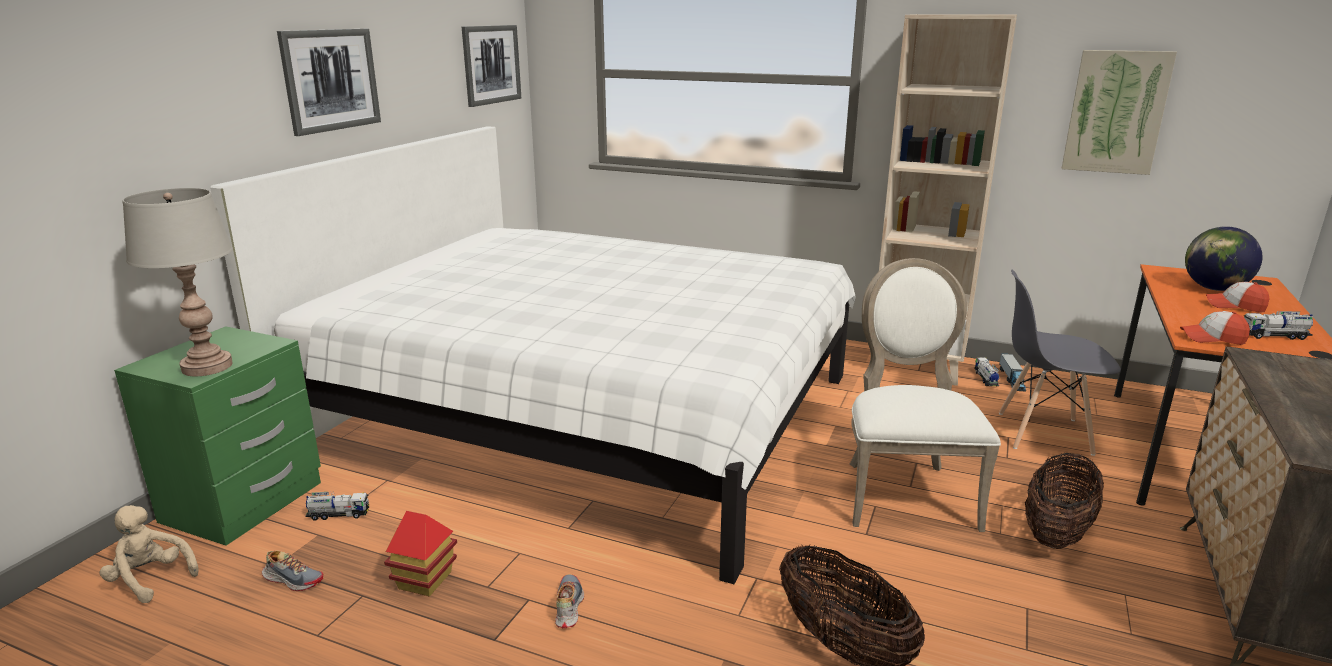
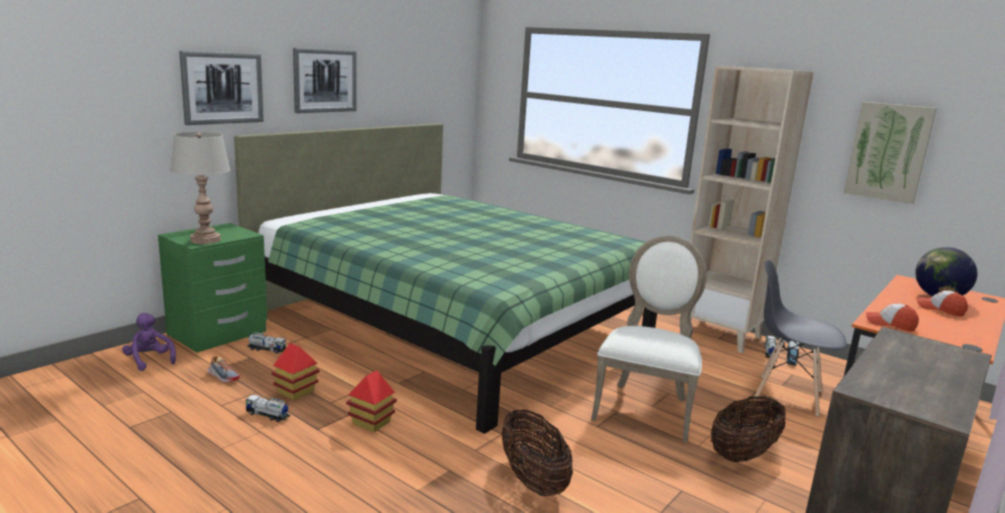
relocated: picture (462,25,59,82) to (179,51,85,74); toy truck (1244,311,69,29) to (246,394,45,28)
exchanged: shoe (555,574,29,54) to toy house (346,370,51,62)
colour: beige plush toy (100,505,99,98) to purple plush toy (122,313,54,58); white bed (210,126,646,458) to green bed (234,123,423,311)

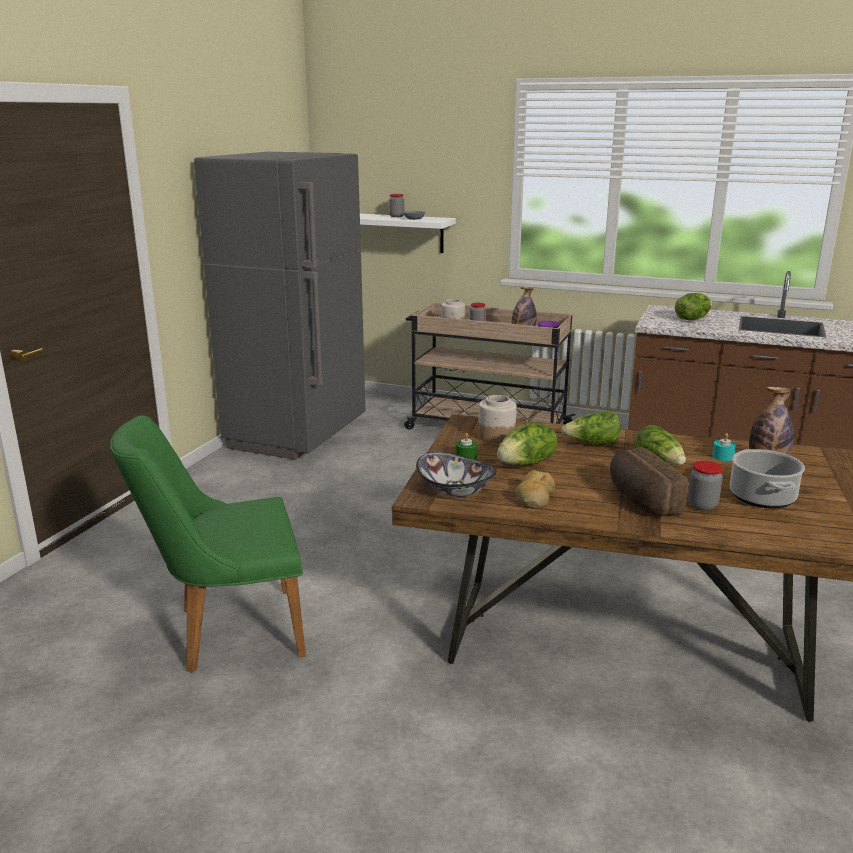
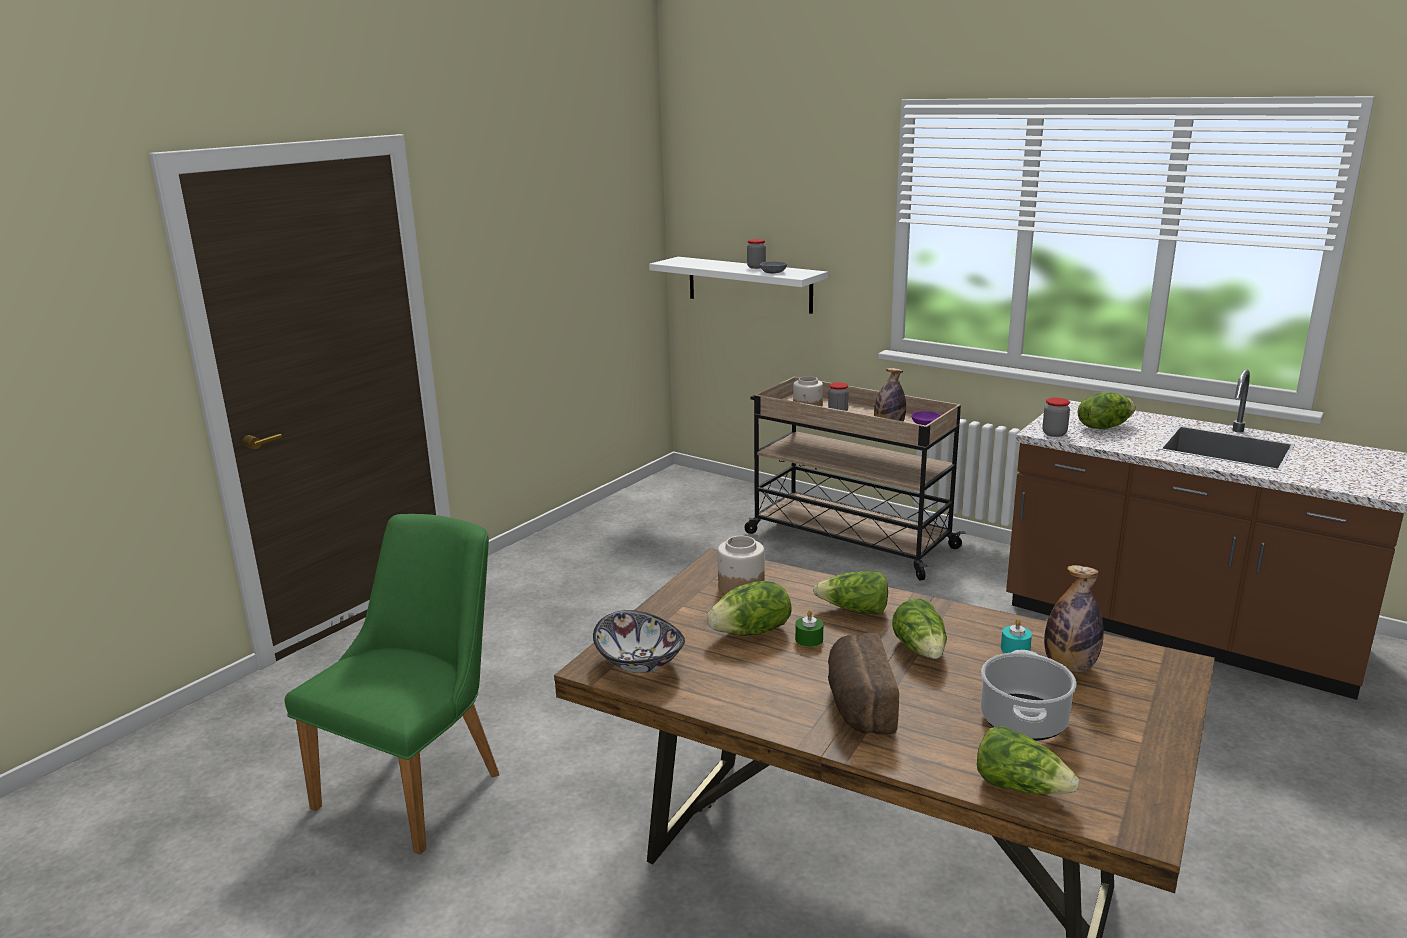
missing: grey fridge (194,152,171,308); bread (516,470,39,39)
appeared: lettuce (977,726,102,68)
relocated: green candle (456,433,21,26) to (795,610,28,37); jar (688,461,35,50) to (1042,398,28,39)
spun: green chair (110,416,196,257) = (285,514,214,341) 120 degrees clockwise

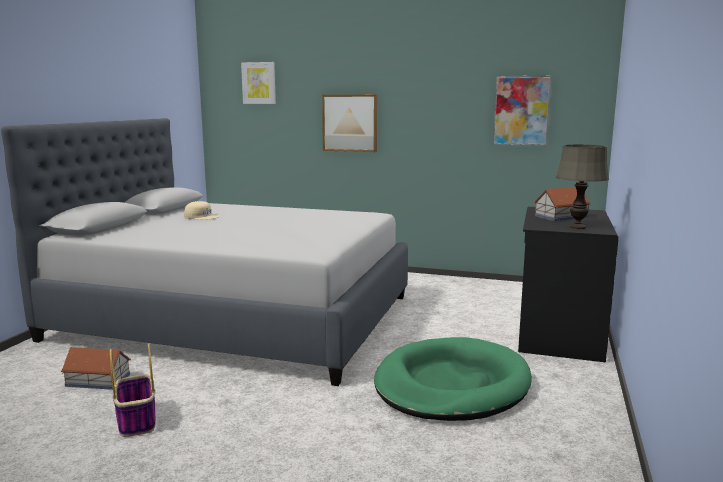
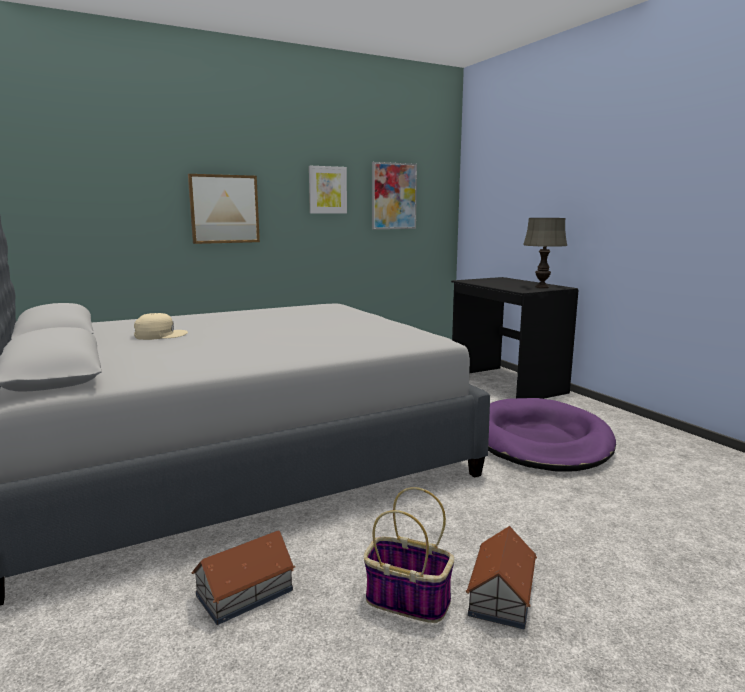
relocated: picture (241,62,35,42) to (309,166,38,48); toy house (534,187,57,34) to (466,526,71,103)
colour: green dog bed (374,337,158,84) to purple dog bed (488,398,128,74)

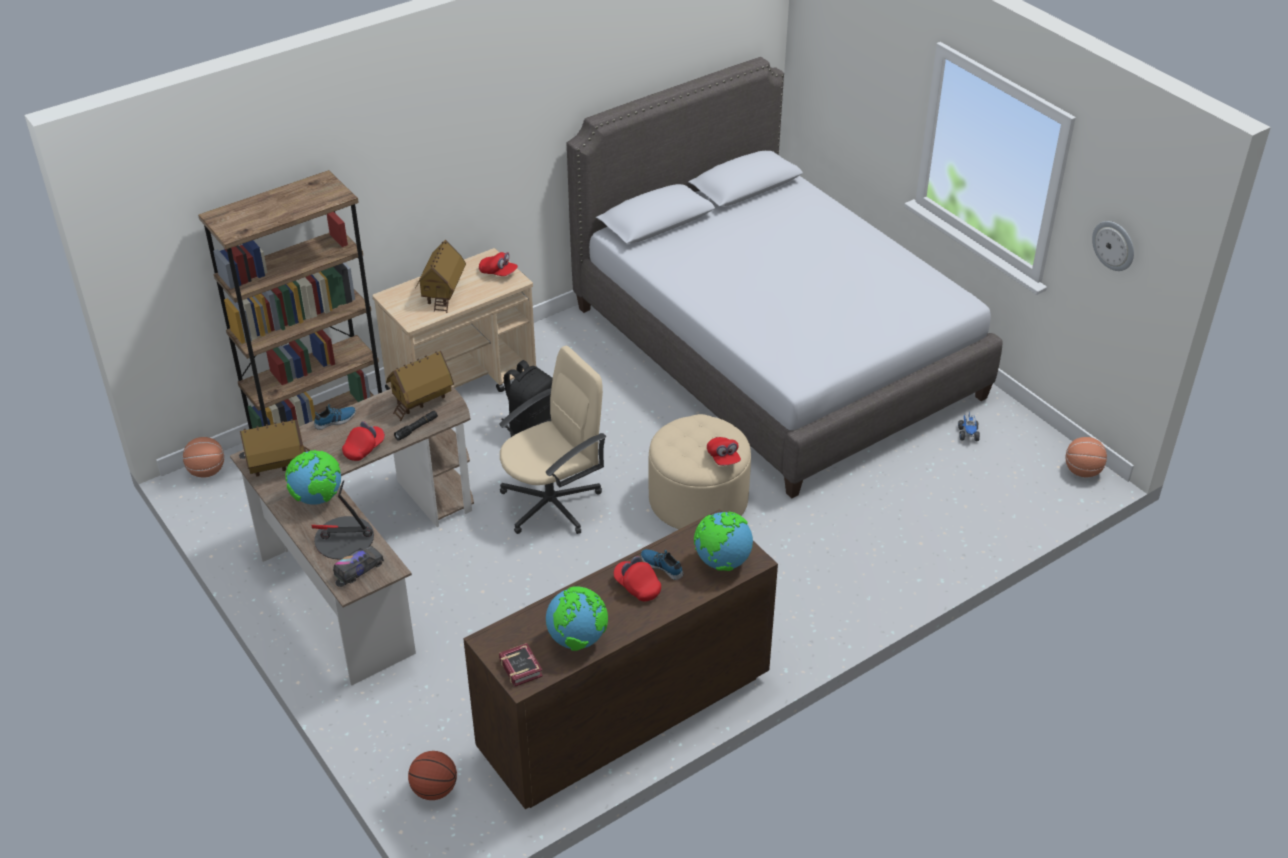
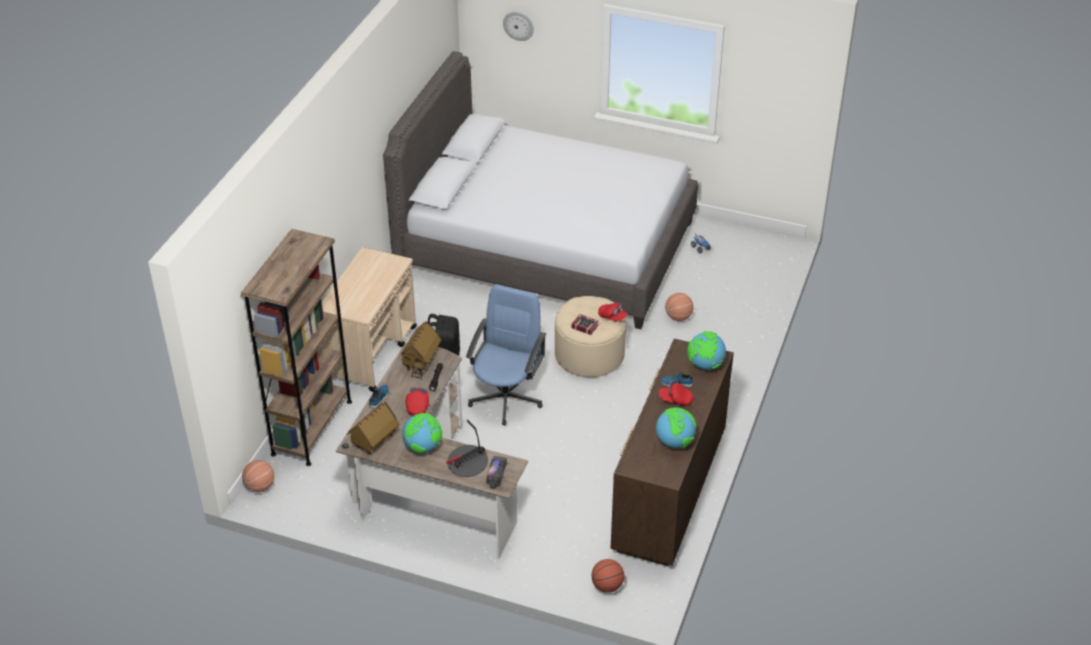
missing: toy house (415,240,51,73); red cap (479,252,39,24)
relocated: wall clock (1092,221,42,50) to (503,12,31,29); book (499,643,44,44) to (572,314,27,21); basketball (1066,437,41,40) to (665,293,28,28)
colour: beige office chair (499,346,107,188) to blue office chair (466,285,80,141)

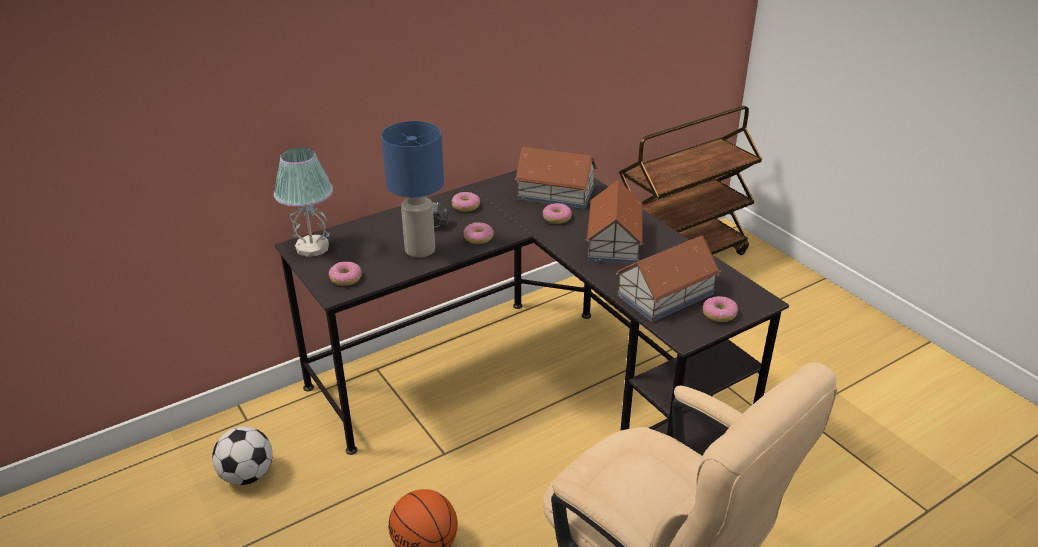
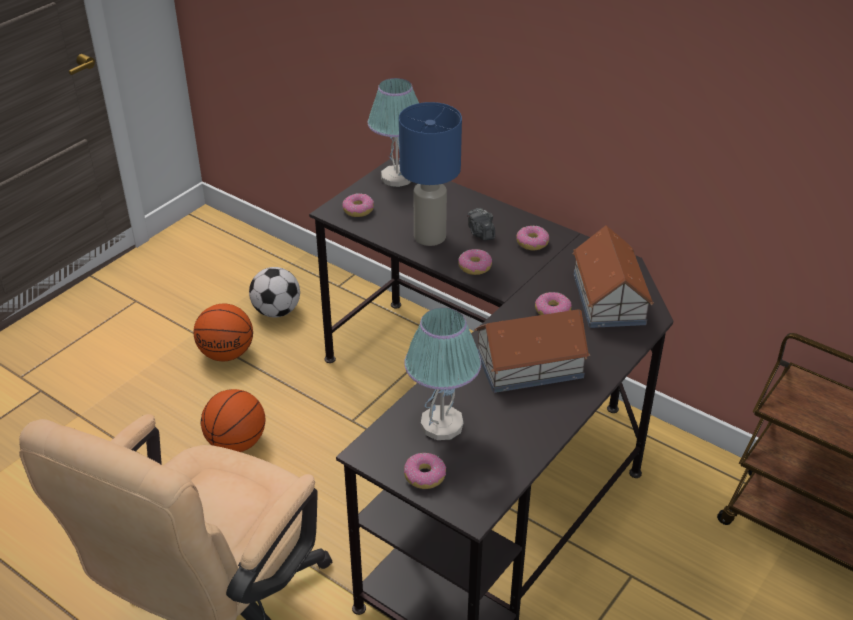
appeared: basketball (194,304,59,57)
exchanged: toy house (616,235,105,87) to table lamp (404,308,77,132)

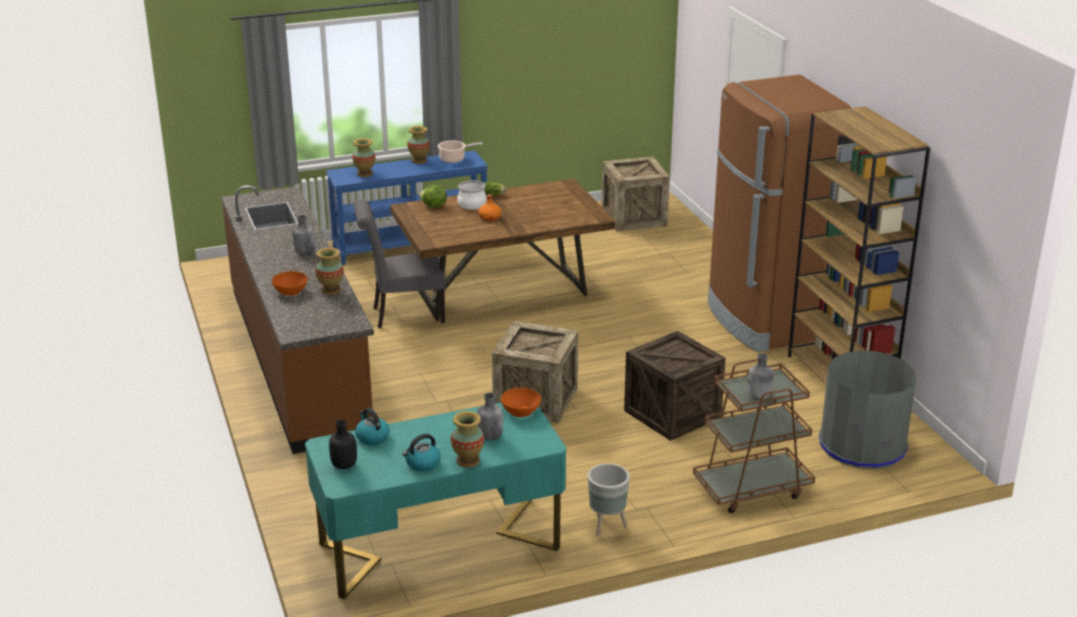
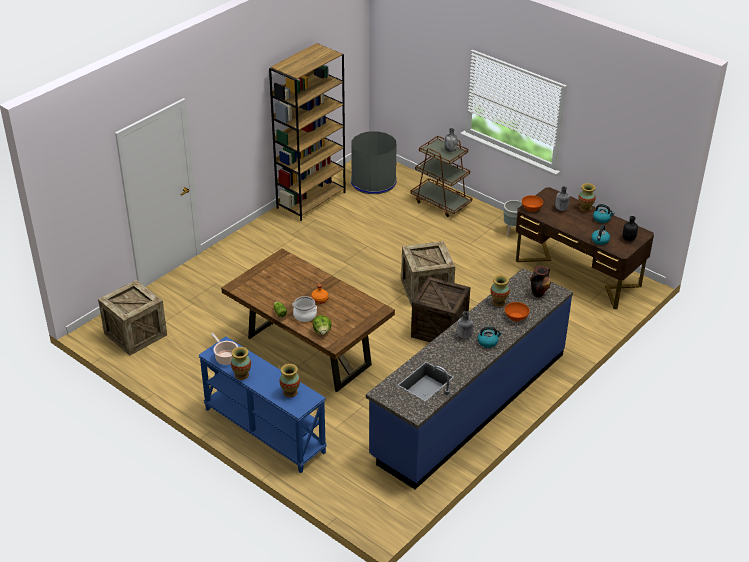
missing: grey chair (353,199,93,129); brown fridge (708,75,143,277)
appeared: kettle (478,326,24,22); vase (529,266,22,31)
relocated: crate (624,331,102,110) to (411,276,59,66)
colour: brown counter (222,185,152,269) to blue counter (366,268,207,222); turquoise desk (305,402,261,197) to brown desk (516,187,138,122)

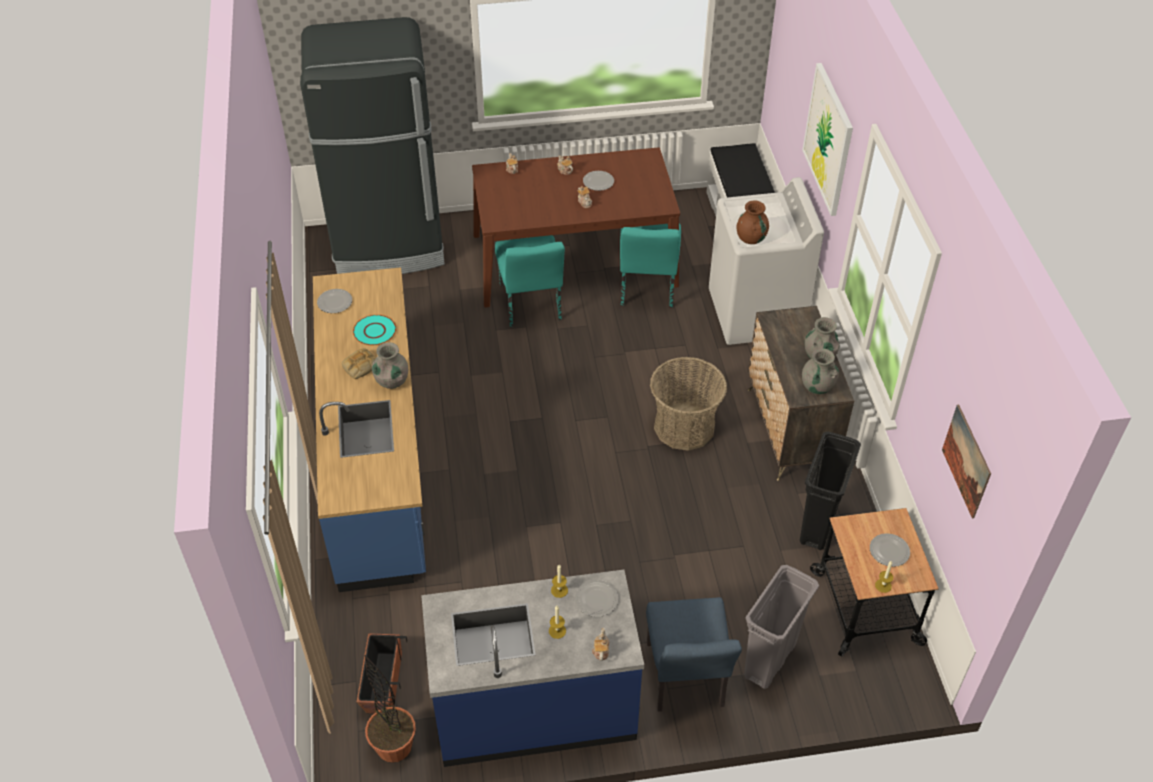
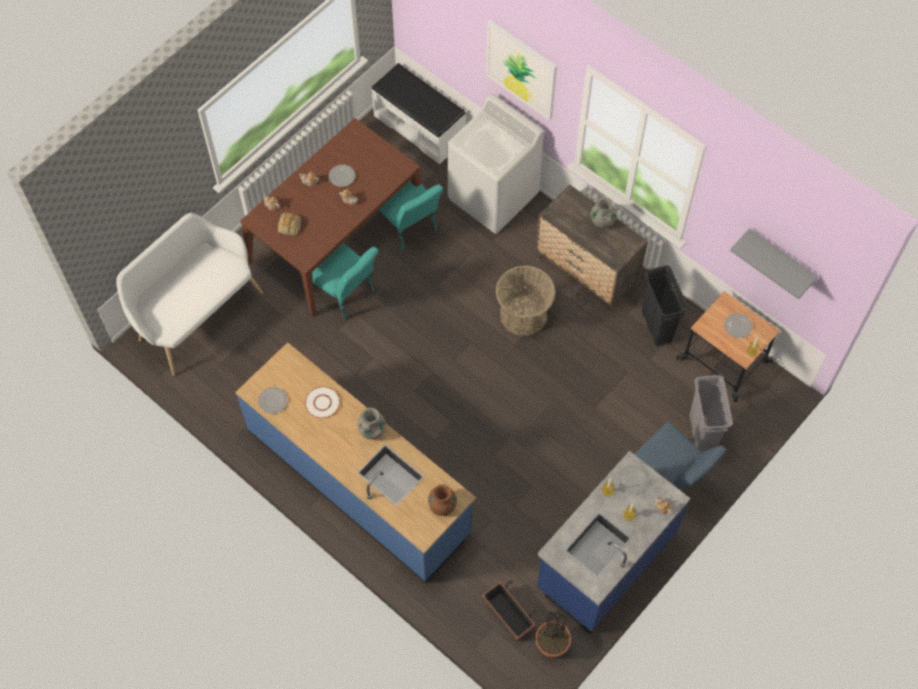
missing: grey vase (802,348,37,46)
relocated: bread (342,348,34,31) to (278,212,23,24); brown vase (736,201,33,43) to (428,484,29,32)
exchanged: black fridge (300,17,145,257) to white bench (116,213,147,163); picture (942,405,49,113) to grey shelf (730,228,88,71)
colour: turquoise plate (353,315,43,30) to white plate (305,386,35,32)

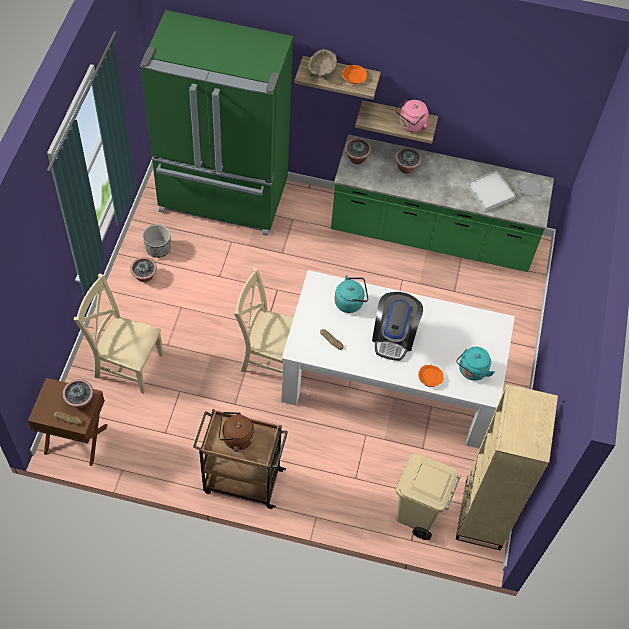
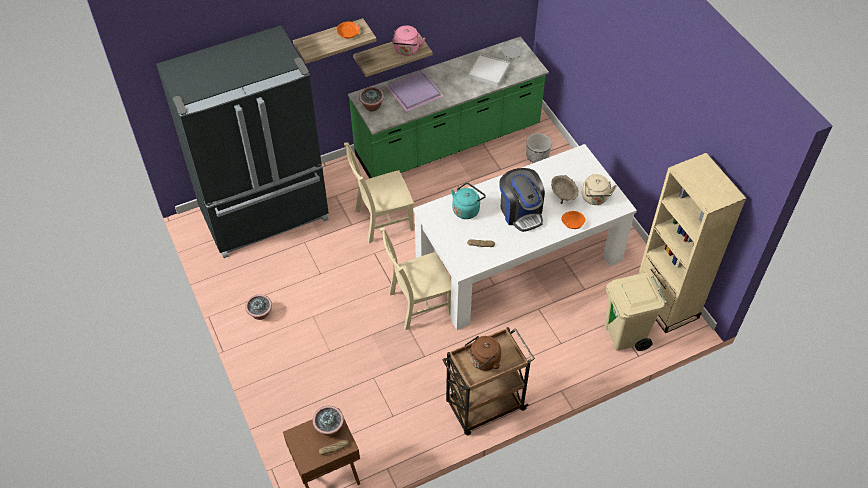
relocated: beige chair (74,273,90,121) to (344,142,70,101); planter (143,224,28,34) to (526,133,26,30); beige bowl (308,49,29,31) to (551,175,28,29)
exchanged: potted plant (395,147,27,27) to purple tray (385,70,59,42)
colour: green fridge (140,10,153,226) to black fridge (156,25,173,233); turquoise kettle (456,347,39,34) to beige kettle (582,174,35,31)

